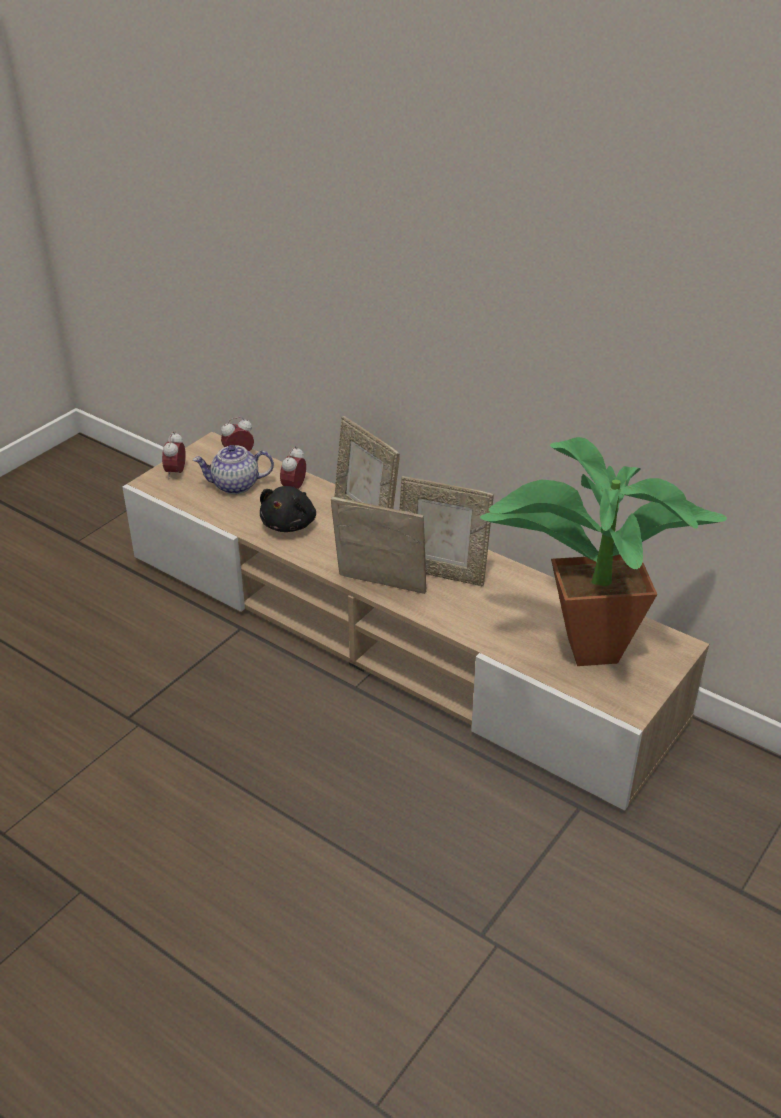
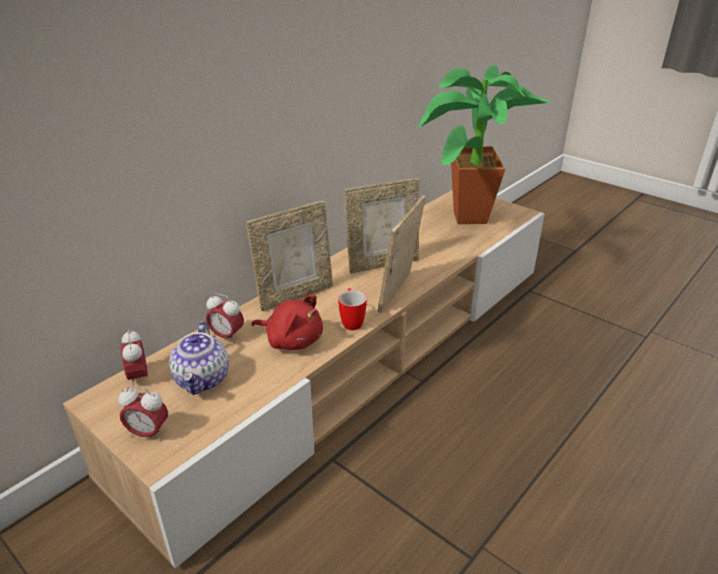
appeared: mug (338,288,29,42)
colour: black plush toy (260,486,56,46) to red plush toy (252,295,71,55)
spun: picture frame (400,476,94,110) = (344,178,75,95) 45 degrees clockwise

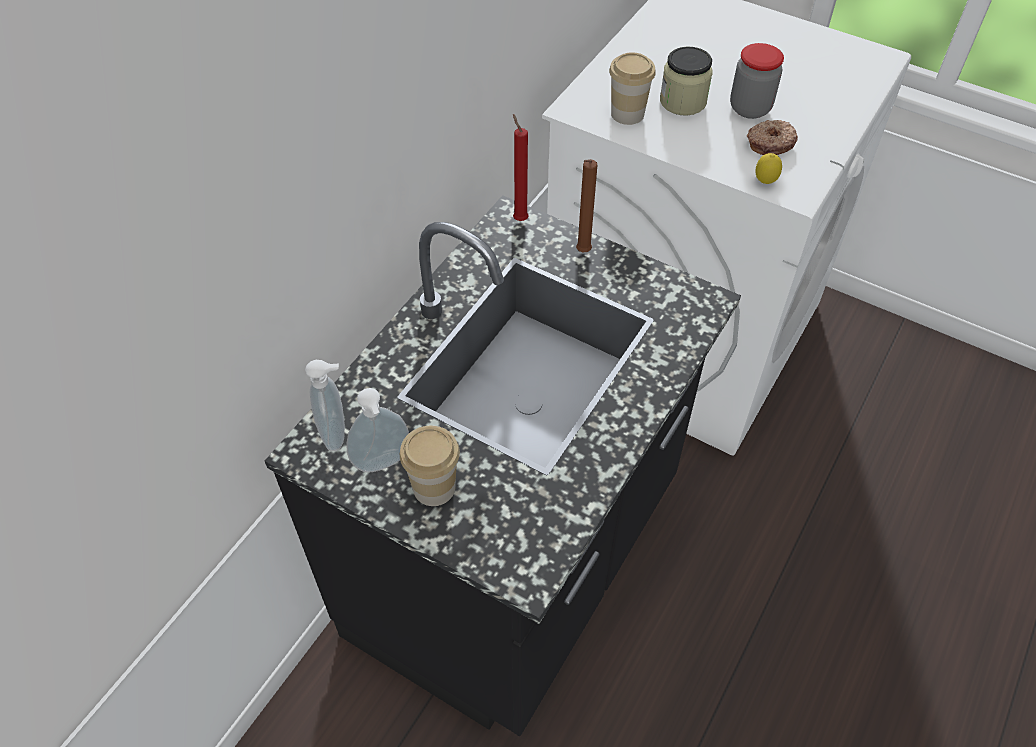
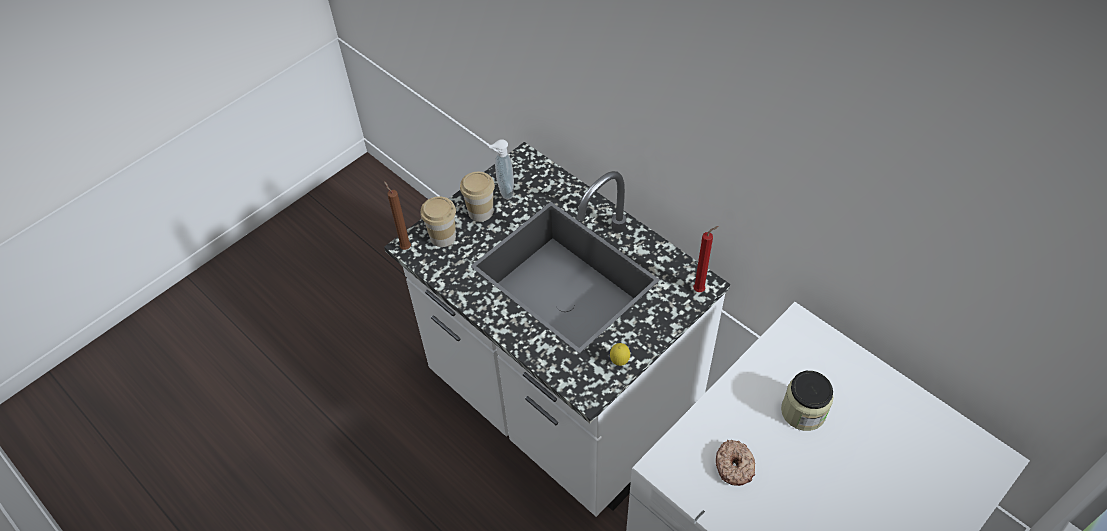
missing: soap dispenser (305,360,40,91); jar (730,43,54,76)
relocated: brown candle (576,159,21,94) to (384,181,27,69); cup (609,52,47,73) to (421,196,35,51); lemon (756,153,26,31) to (610,343,20,23)
colour: black counter (265,195,476,541) to white counter (384,142,346,375)

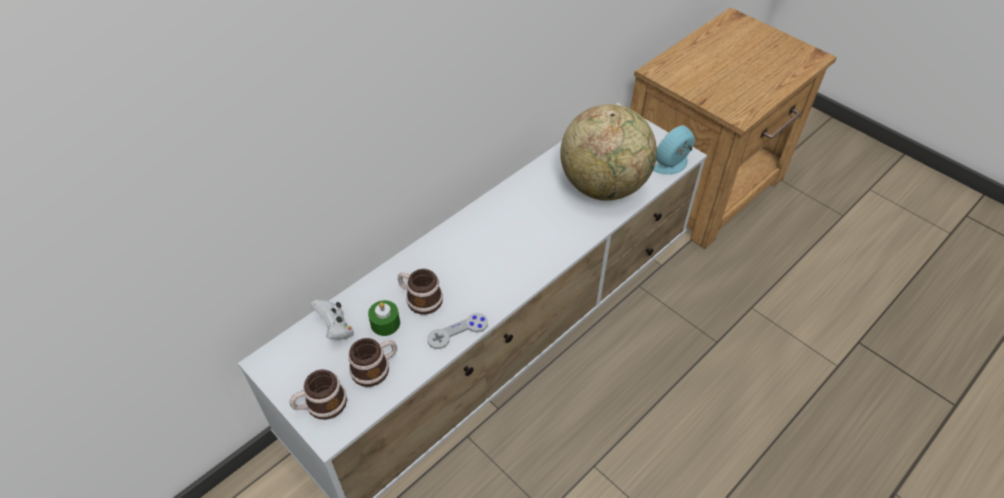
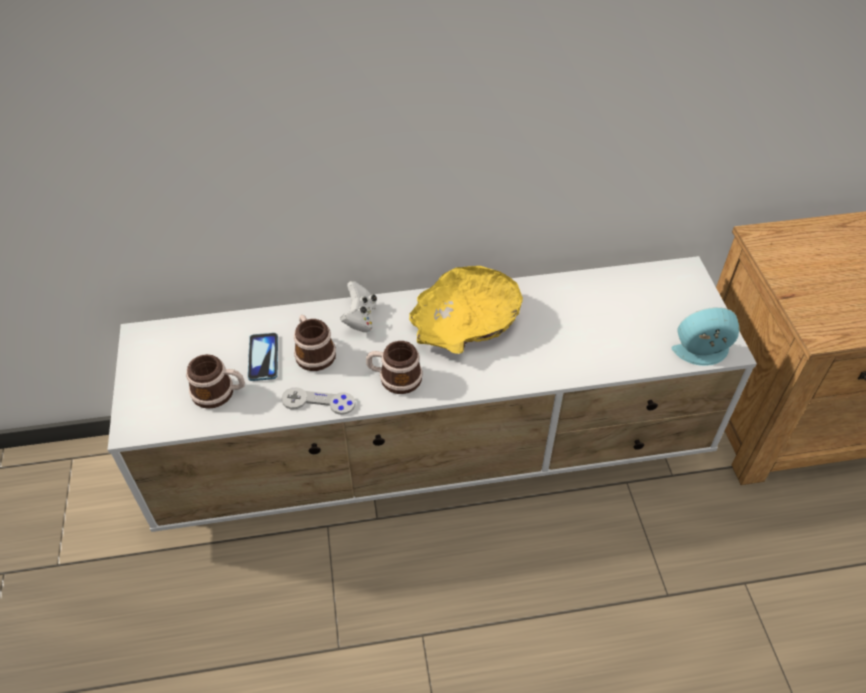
missing: globe (560,104,97,97)
appeared: yellow bowl (409,266,114,88)
relocated: white game controller (310,299,44,41) to (340,281,37,51); mug (289,370,58,50) to (366,341,57,53)
exchanged: green candle (368,300,32,36) to phone (248,333,30,48)

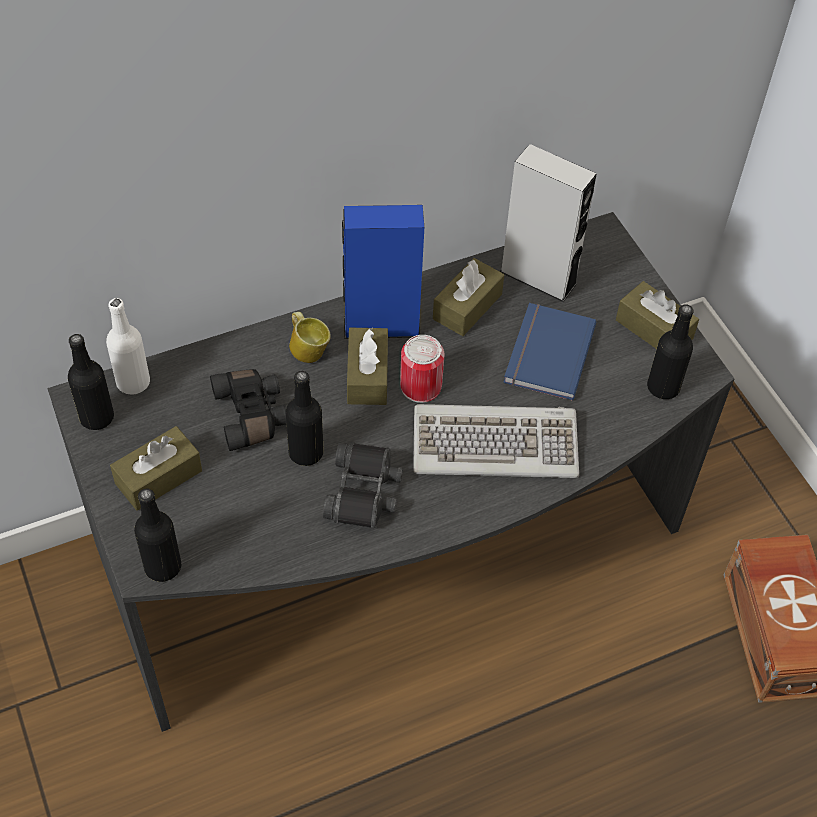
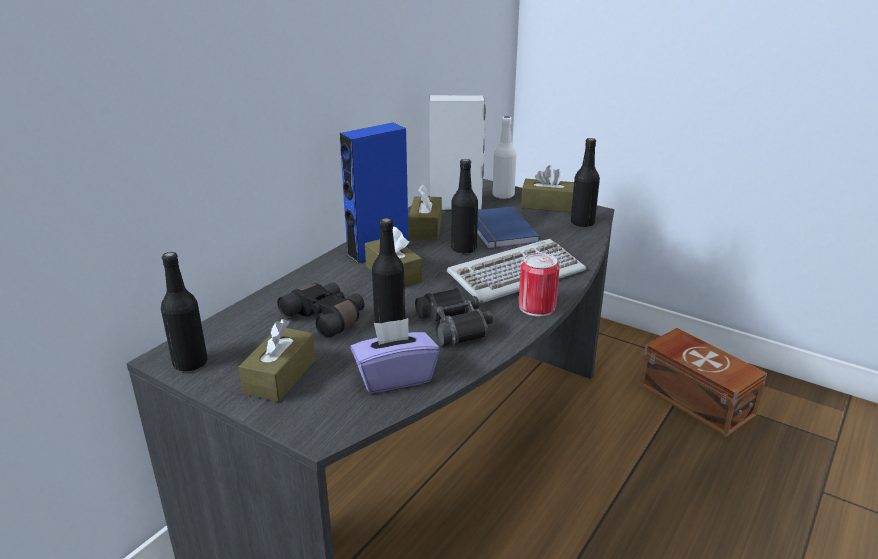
missing: mug (289,312,42,51)
appeared: purple tissue box (351,318,89,75)
relocated: black bottle (134,488,47,94) to (451,159,27,95); white bottle (106,298,44,97) to (492,116,25,83); can (400,335,44,68) to (519,252,41,65)

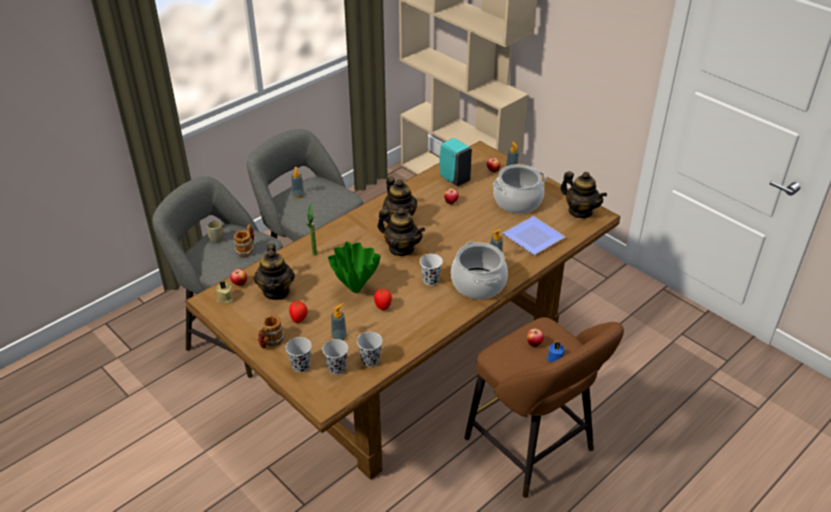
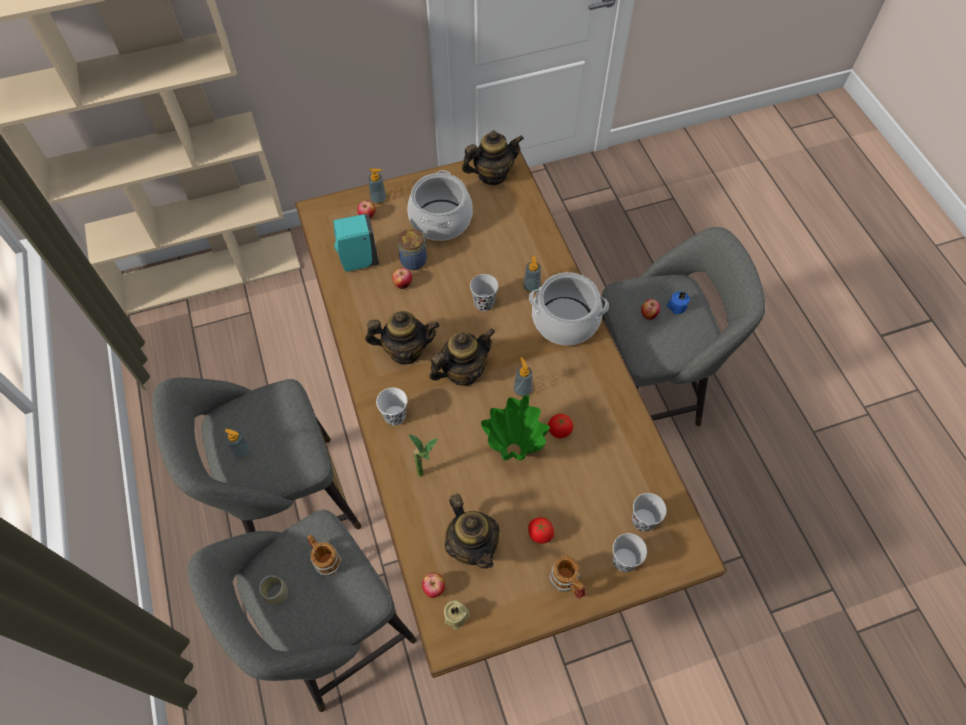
missing: plate (503,216,62,39)
appeared: jar (398,228,30,42)
relocated: white cup (420,254,23,32) to (376,387,31,39); black cup (357,332,25,35) to (470,274,28,37); soap dispenser (331,303,16,37) to (514,357,19,40)
colour: brown stool (464,317,160,181) to grey stool (601,227,164,199)
spun: teapot (253,243,42,57) = (445,494,55,75) 45 degrees clockwise

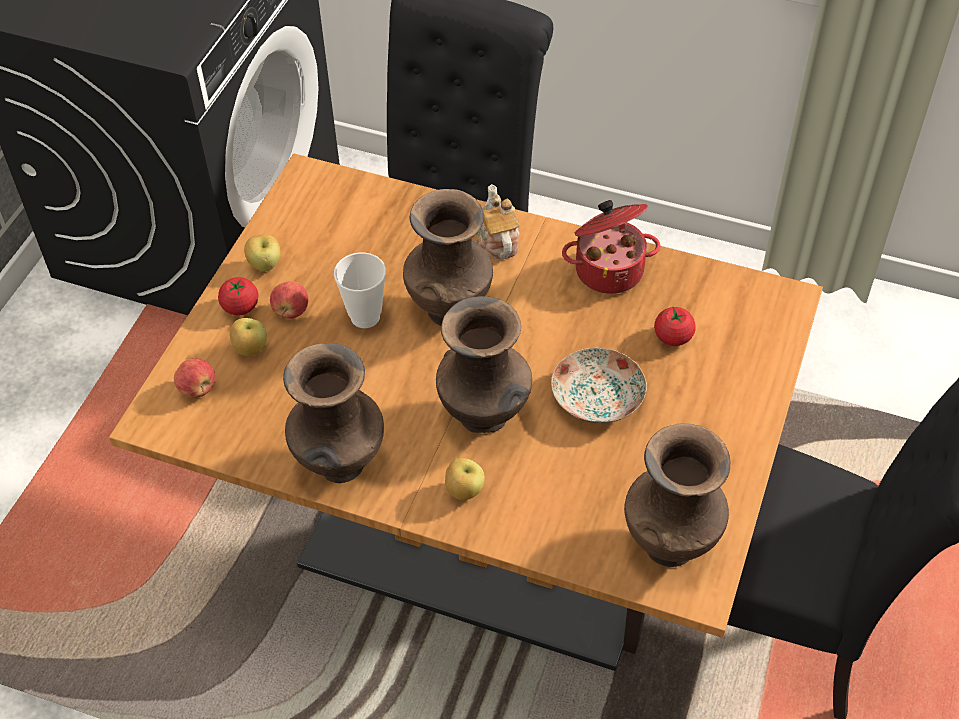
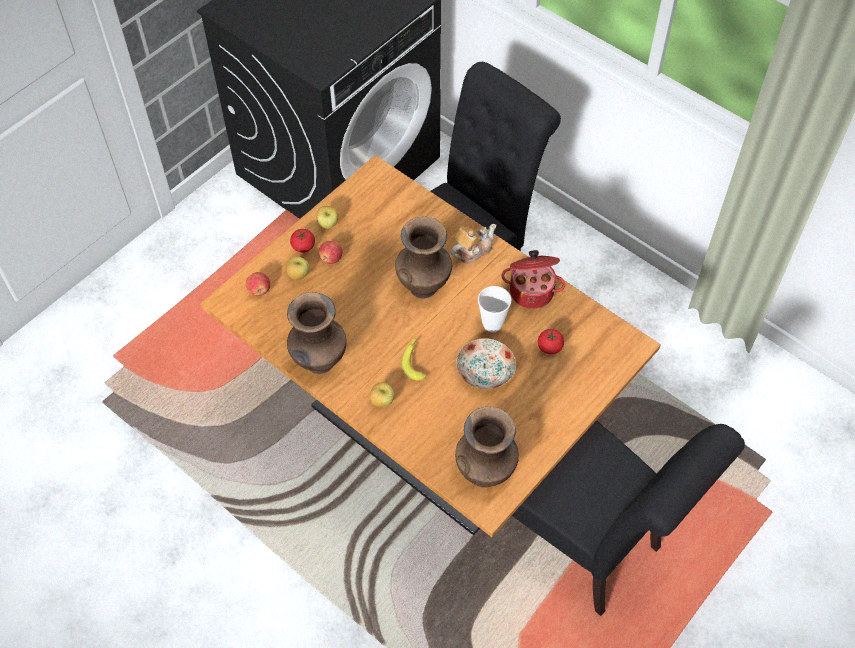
relocated: cup (334,253,52,75) to (478,286,33,46)
exchanged: brown vase (436,296,96,137) to banana (402,338,24,43)
spun: teapot (476,184,43,75) = (450,224,46,40) 45 degrees clockwise

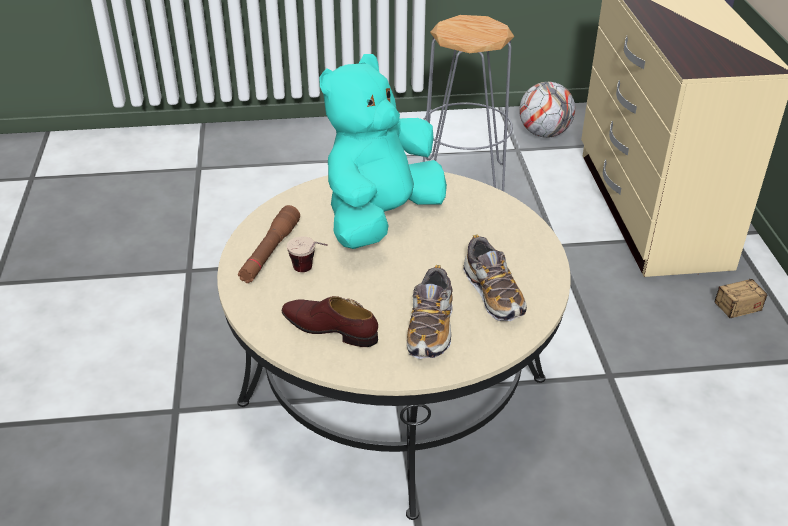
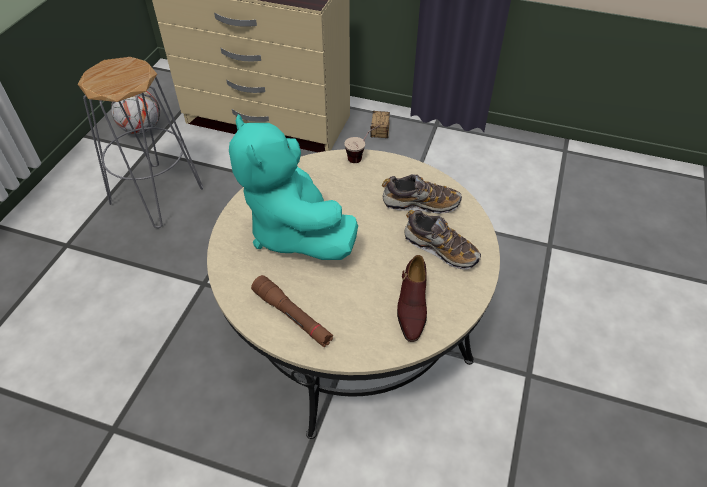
relocated: cup (287,236,41,36) to (344,125,37,38)
spun: brown shoe (282,296,96,51) = (397,255,30,87) 45 degrees counterclockwise

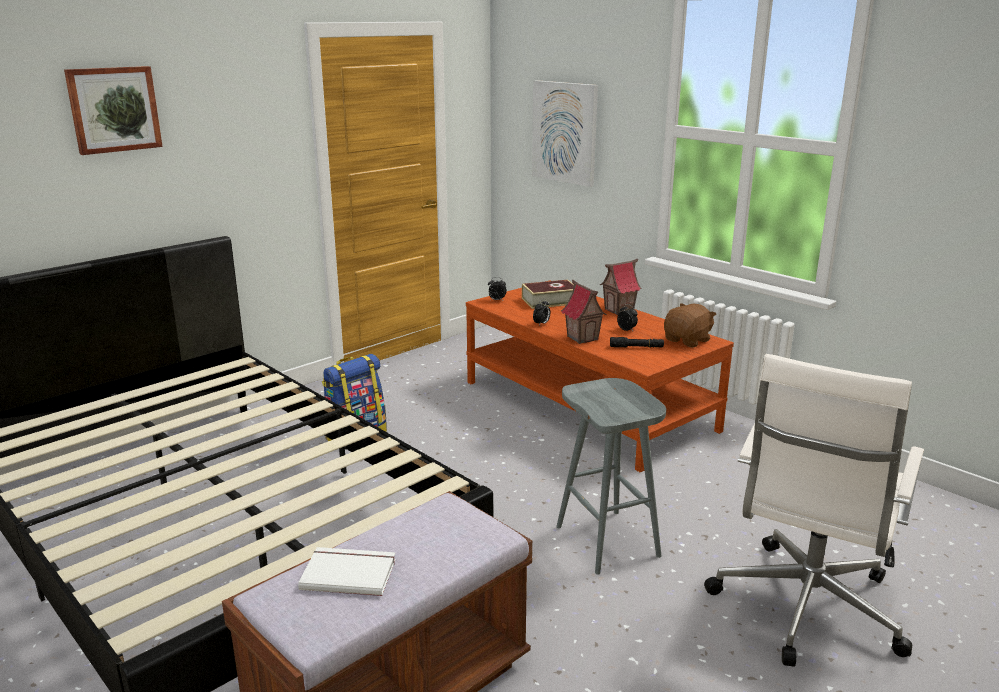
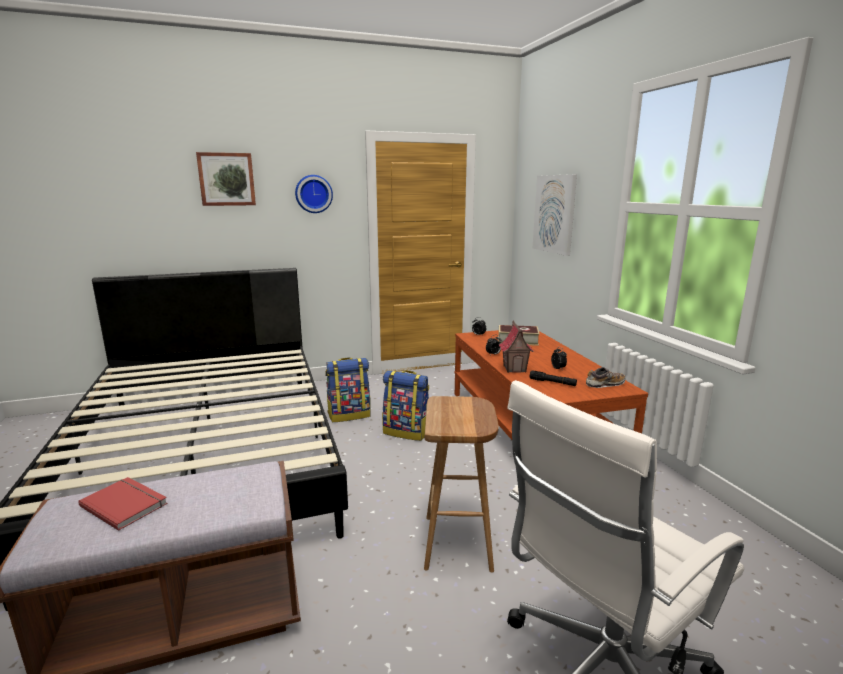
missing: toy house (600,259,42,56)
appeared: wall clock (295,175,38,38); backpack (382,370,47,71)
exchanged: brown plush toy (664,303,53,45) to shoe (586,367,39,21)
colour: white book (298,547,98,49) to red book (78,477,90,54); grey stool (556,378,110,196) to brown stool (424,396,75,177)

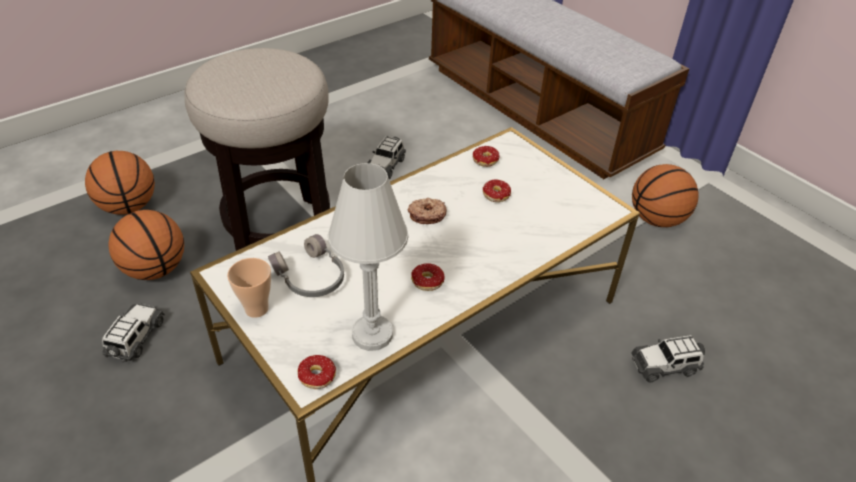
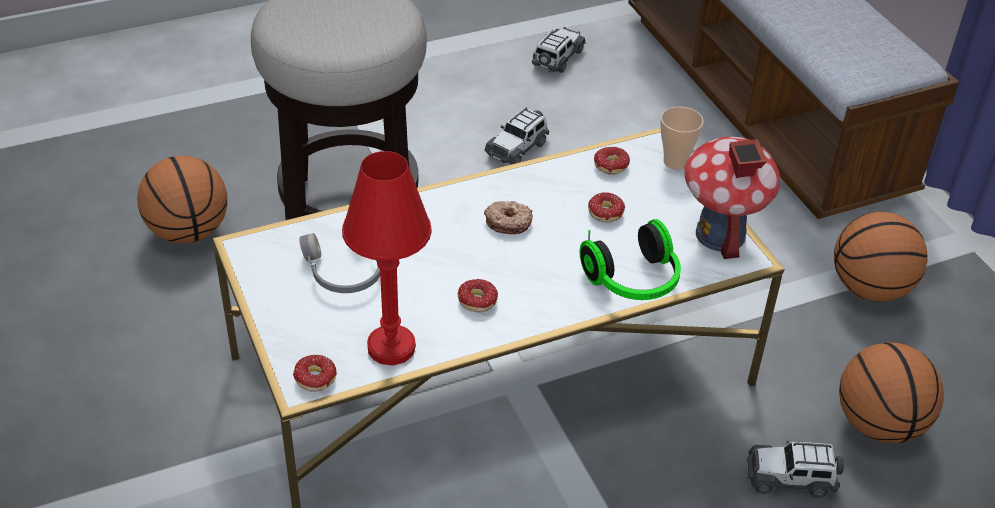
appeared: headphones (580,219,101,81); toy house (684,137,96,122)
relocated: toy car (102,302,63,60) to (532,27,54,46); cup (227,258,44,60) to (660,107,44,62); basketball (85,151,70,64) to (839,342,105,101)
colour: white table lamp (328,163,81,188) to red table lamp (342,151,90,215)

